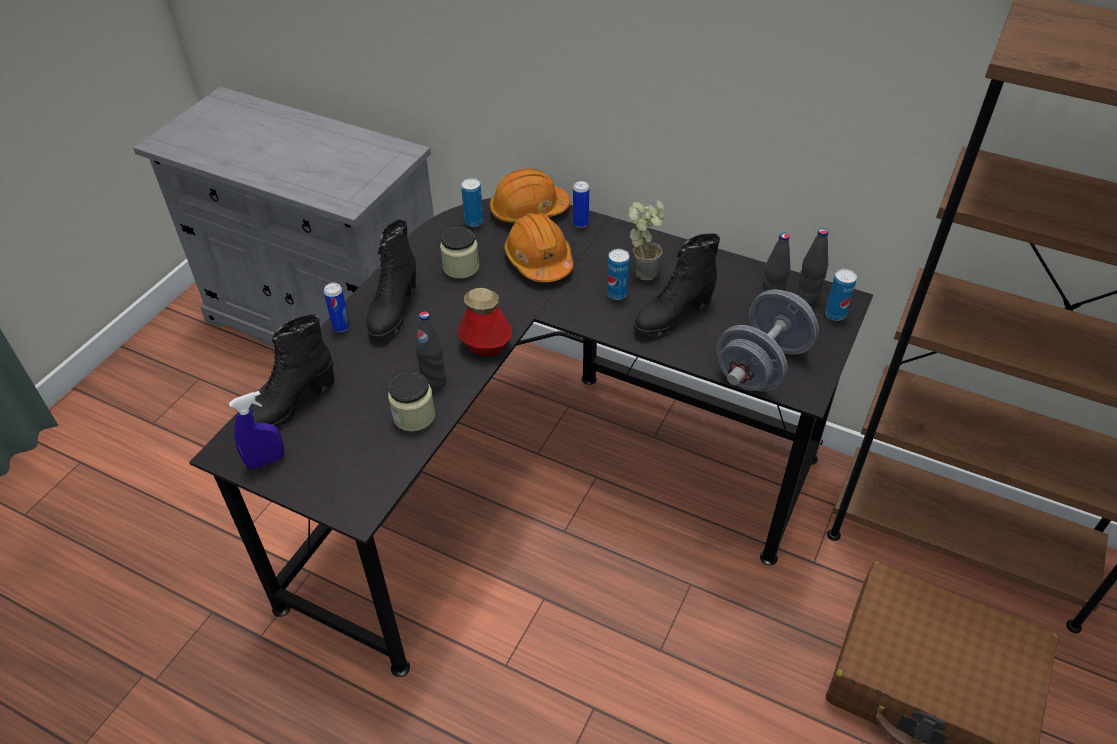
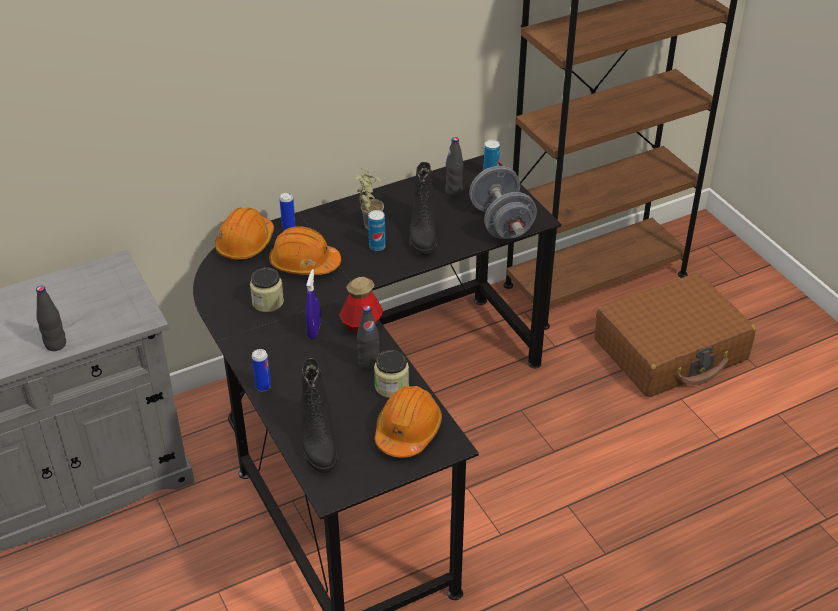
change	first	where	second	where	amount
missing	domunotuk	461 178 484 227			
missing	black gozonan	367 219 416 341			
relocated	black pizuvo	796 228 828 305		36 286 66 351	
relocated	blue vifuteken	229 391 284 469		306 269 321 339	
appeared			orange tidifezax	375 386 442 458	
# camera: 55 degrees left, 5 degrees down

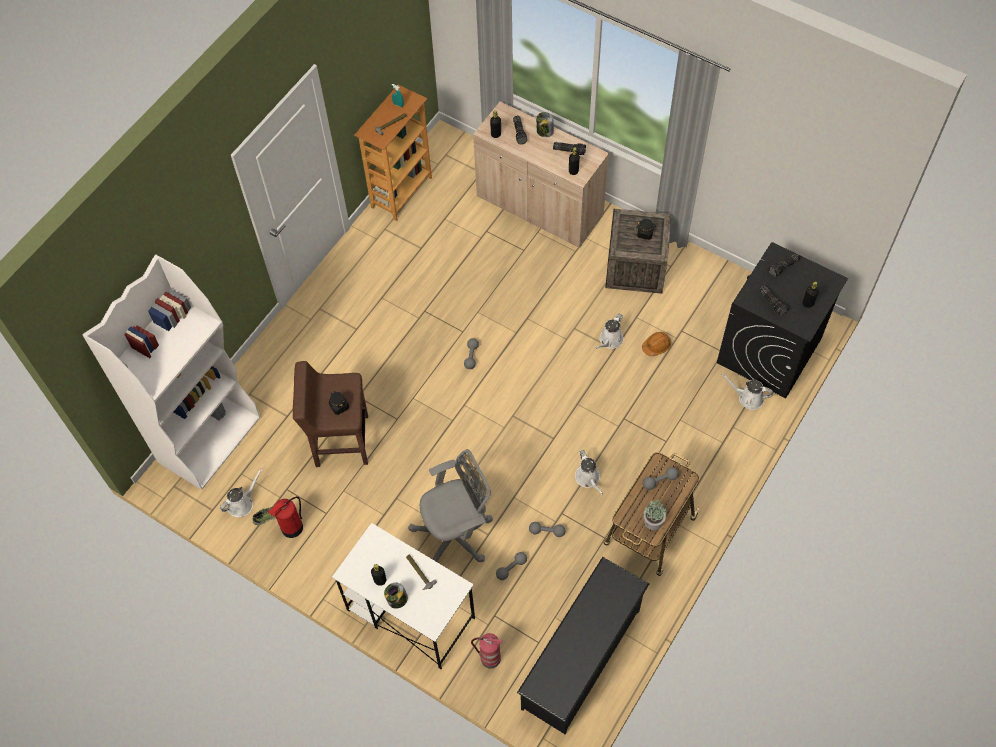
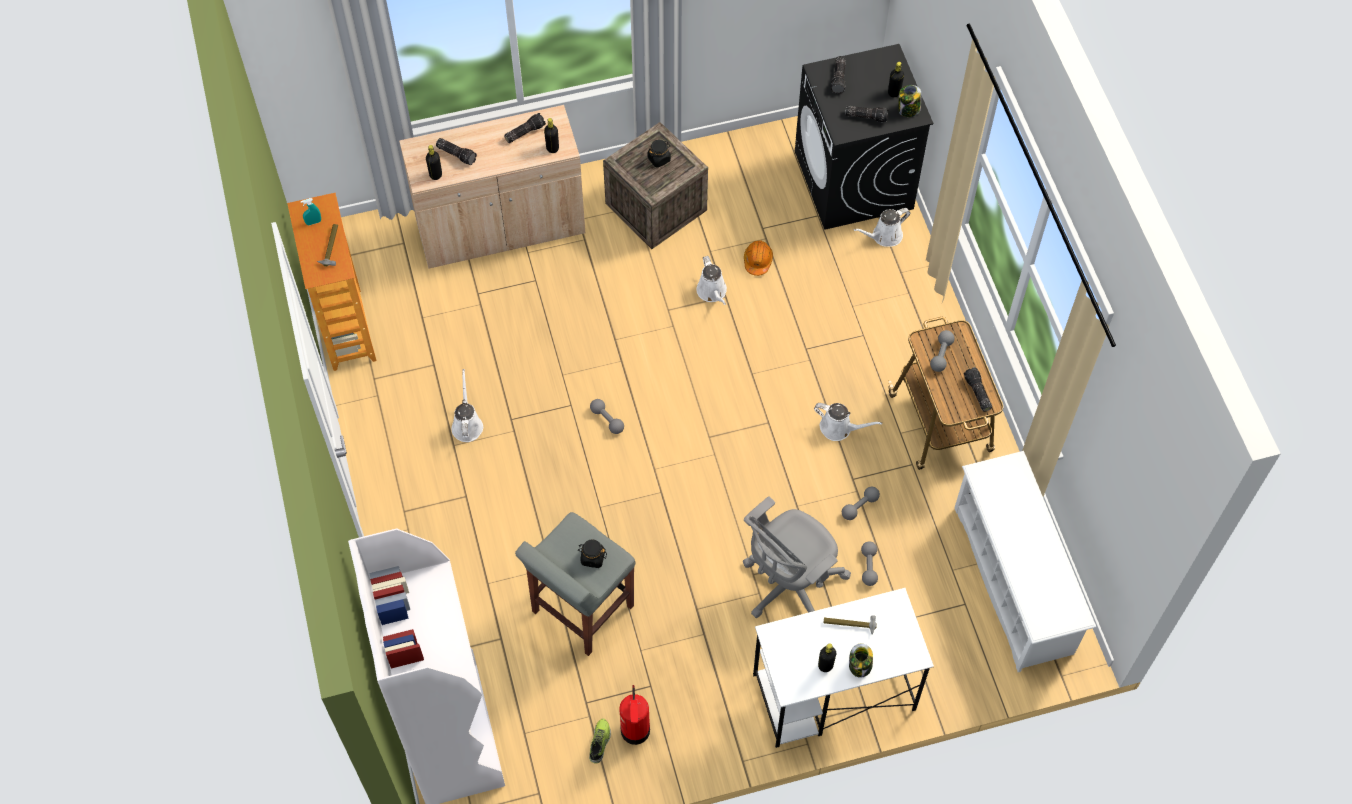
change	first	where	second	where	amount
relocated	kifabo	536 112 554 137		898 85 921 117	
colour	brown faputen	293 361 368 467	grey faputen	515 512 635 656	
spun	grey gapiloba	408 449 493 564		743 496 851 618	150 degrees counterclockwise
relocated	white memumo	220 468 262 517		452 369 483 442	
exchanged	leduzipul	644 499 667 530	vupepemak	964 367 992 412	
colour	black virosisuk	517 557 649 734	white virosisuk	955 451 1096 672	
missing	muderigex	471 633 503 669			
# camera: 50 degrees left, 0 degrees up

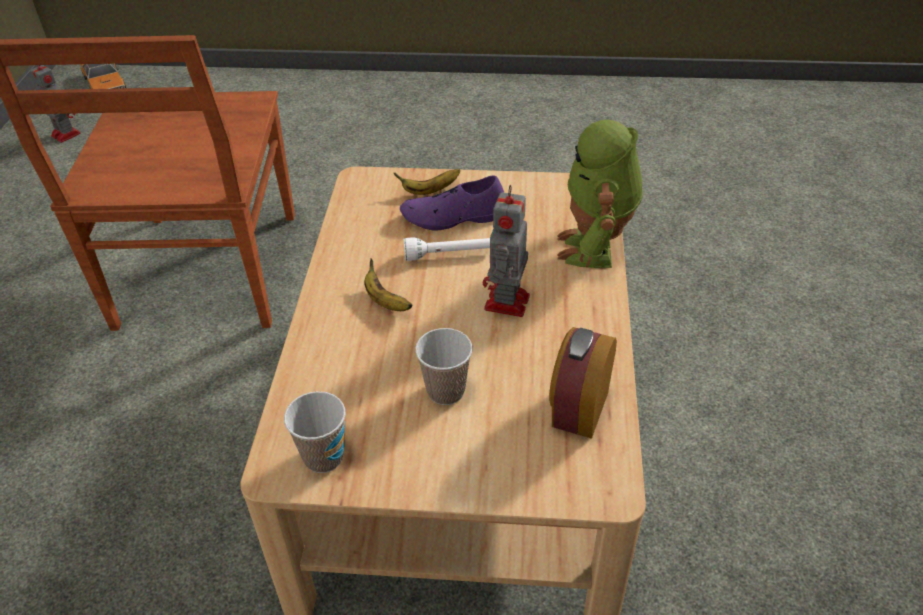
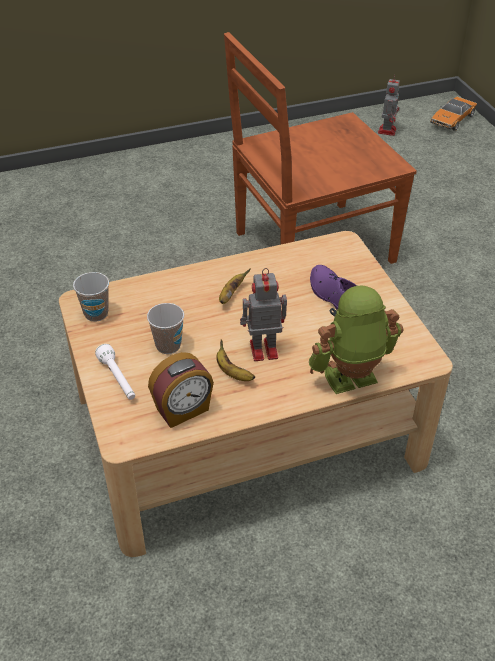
change	first	where	second	where	amount
relocated	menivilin	394 169 460 195		216 340 255 381	
relocated	white vupepemak	404 237 490 261		95 344 135 400	
spun	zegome	549 327 617 439		148 352 214 428	150 degrees clockwise
# camera: 65 degrees right, 0 degrees up

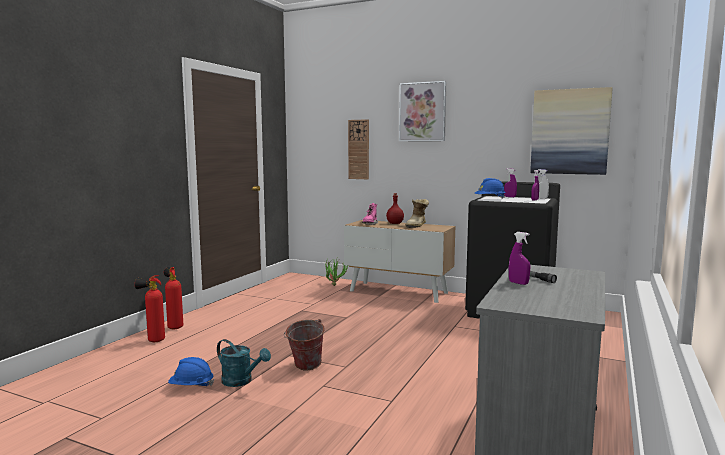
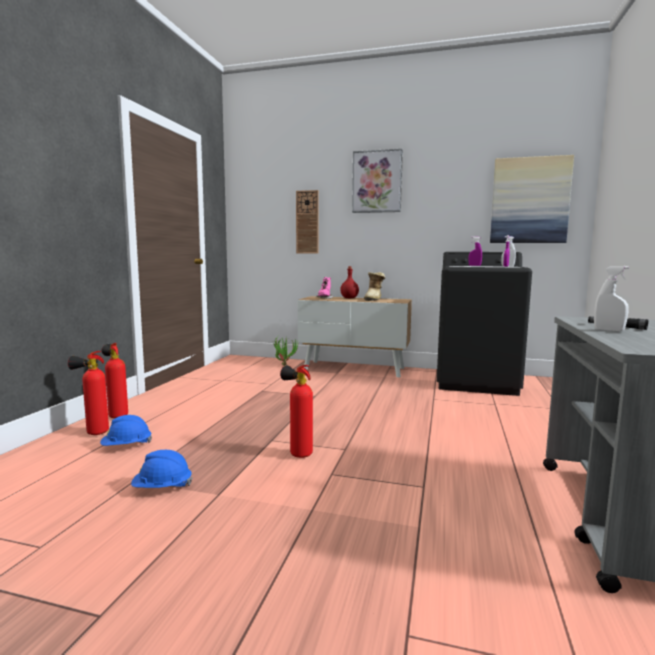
change	first	where	second	where	amount
relocated	blue tidifezax	475 178 506 199		100 415 152 446	
colour	purple vifuteken	509 232 530 285	white vifuteken	594 266 629 332	
exchanged	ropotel	284 319 325 370	muderigex	280 365 313 458	
missing	turquoise memumo	217 339 271 387			
# camera: 10 degrees left, 0 degrees up

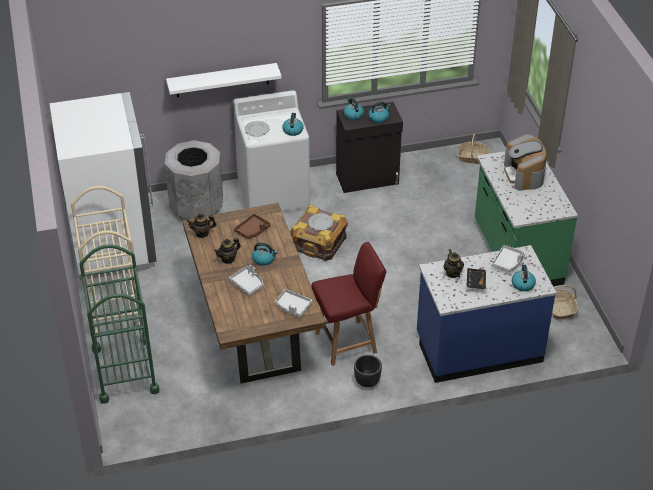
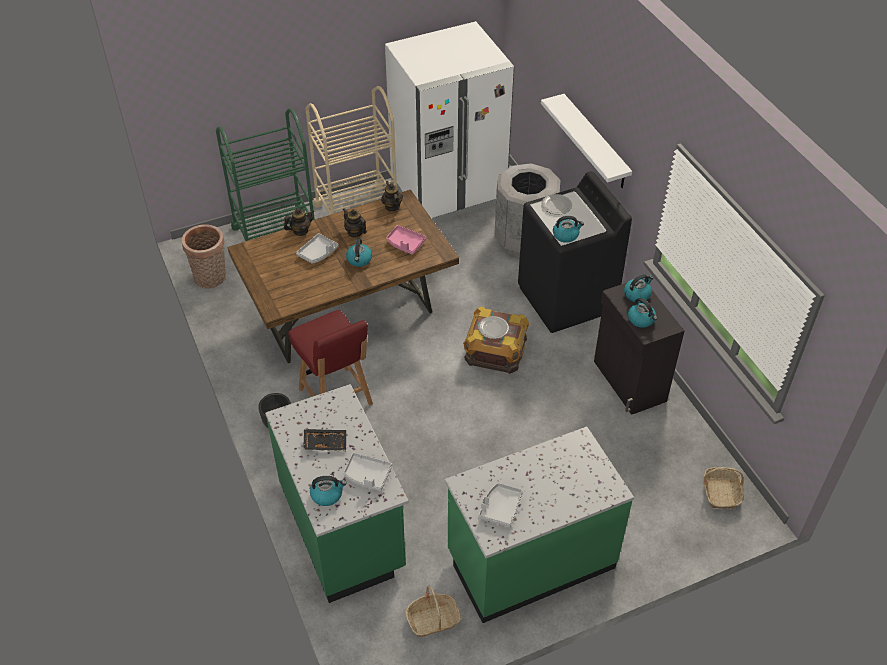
change	first	where	second	where	amount
colour	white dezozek	233 90 310 214	black dezozek	518 171 632 333	
missing	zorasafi	504 134 547 191			
colour	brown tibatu	234 214 271 239	pink tibatu	386 225 426 255	
colour	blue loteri	417 245 557 383	green loteri	265 384 409 603	
relocated	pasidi	444 249 464 278		284 208 314 236	
relocated	grey tibatu	275 289 312 317		478 483 523 527	
appeared			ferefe	182 224 226 289	
# camera: 80 degrees right, 5 degrees up

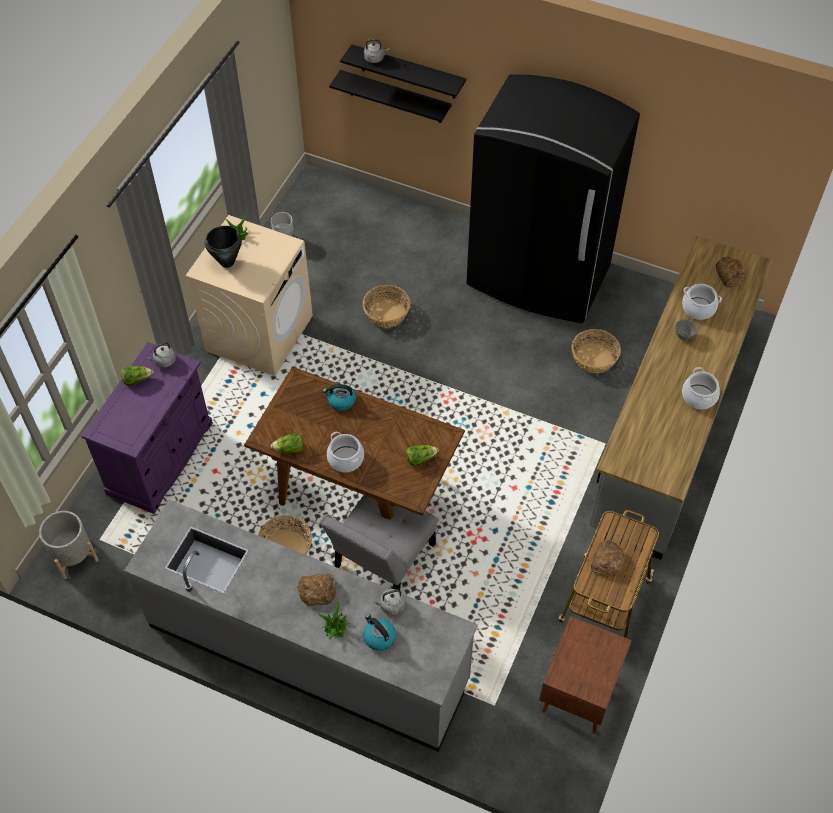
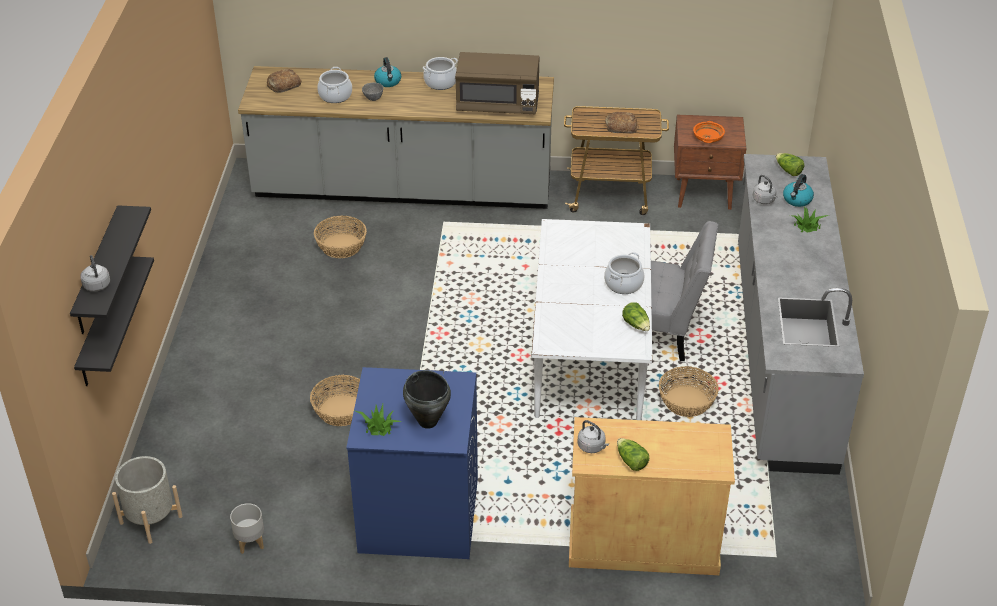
change	first	where	second	where	amount
missing	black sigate	466 74 640 323			
colour	beige dezozek	185 215 313 376	blue dezozek	346 367 478 559	
colour	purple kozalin	81 342 213 514	beige kozalin	569 417 735 575	
colour	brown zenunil	244 367 465 520	white zenunil	532 219 652 420	
relocated	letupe	323 384 356 411		374 57 401 87	
relocated	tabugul	406 445 439 466		775 153 804 176	
relocated	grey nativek	39 511 99 579		112 456 183 544	
missing	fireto	297 574 337 606			
appeared			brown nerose	455 52 539 114	
appeared			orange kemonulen	693 121 725 143	
# camera: 110 degrees left, 15 degrees down

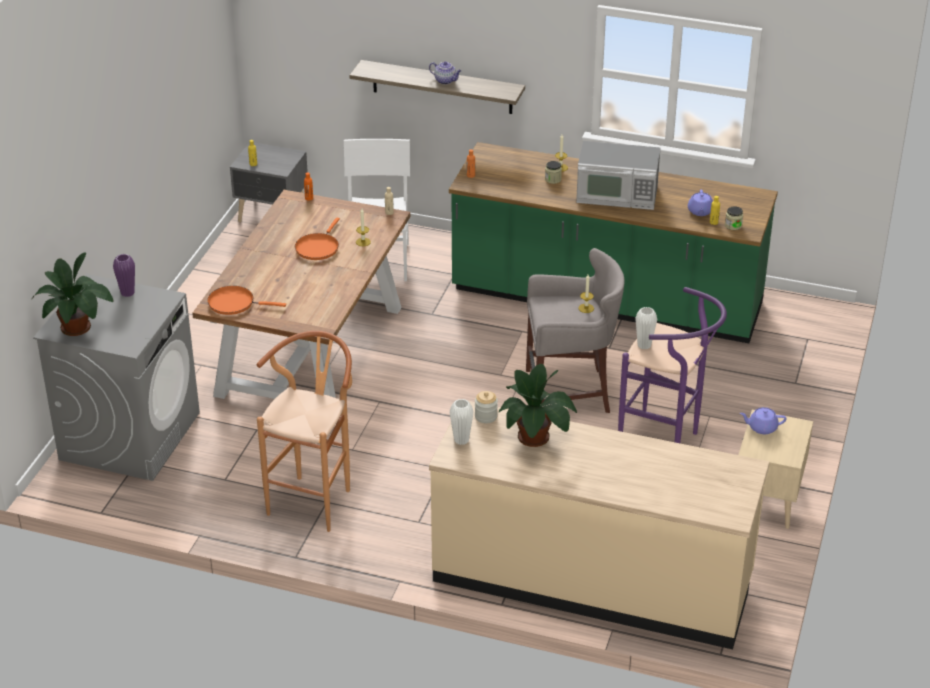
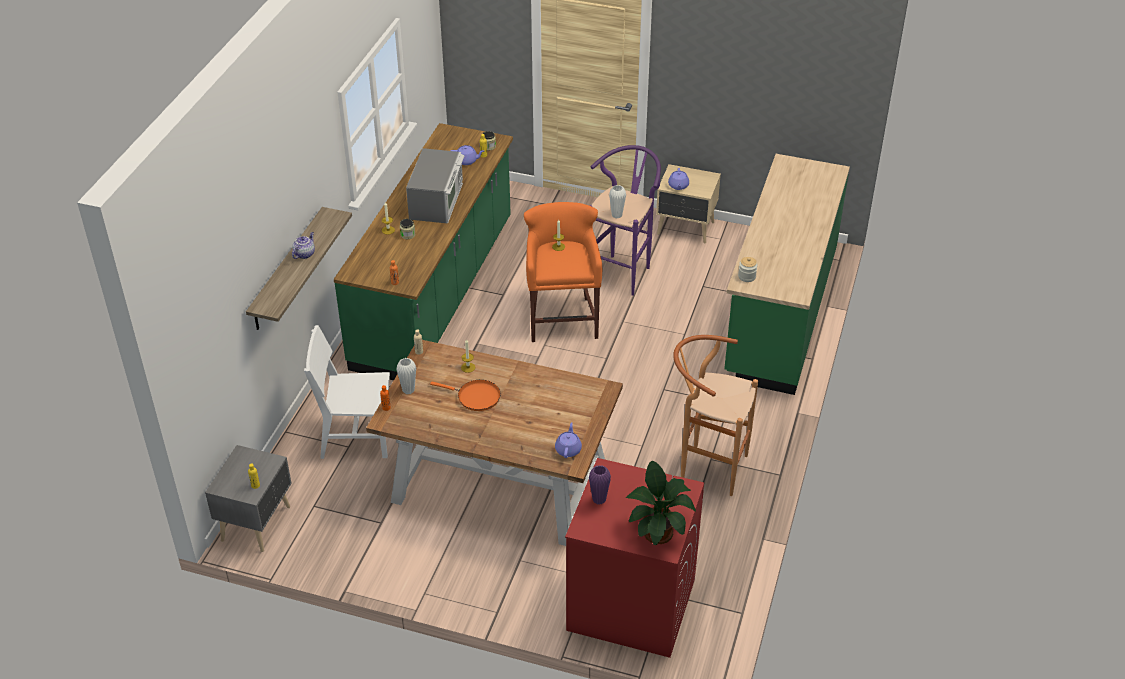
change	first	where	second	where	amount
colour	grey faputen	526 248 624 413	orange faputen	524 202 602 342	
colour	grey dezozek	33 274 200 481	red dezozek	565 458 704 658	
exchanged	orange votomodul	207 286 286 315	purple pasidi	555 422 582 458	
missing	leduzipul	499 364 577 447			
relocated	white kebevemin	449 399 474 445		396 358 416 395	
colour	beige loteri	429 401 770 650	green loteri	724 154 850 395	
# camera: 90 degrees left, 5 degrees up

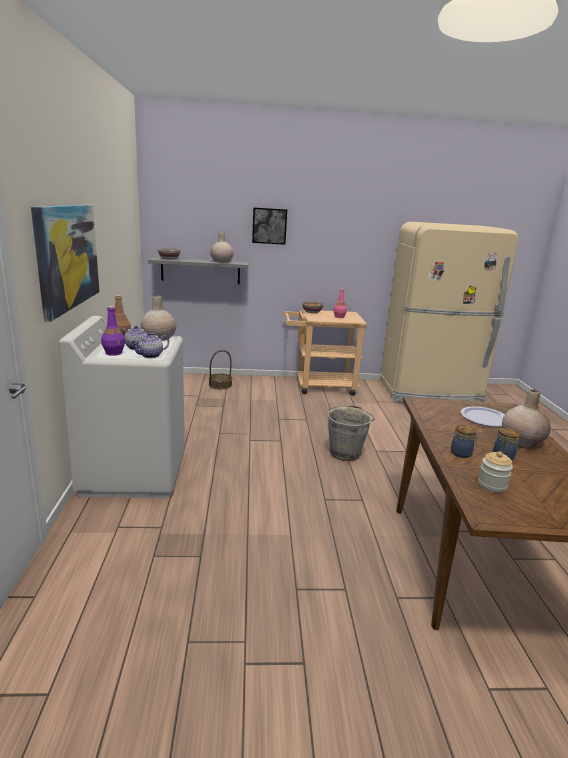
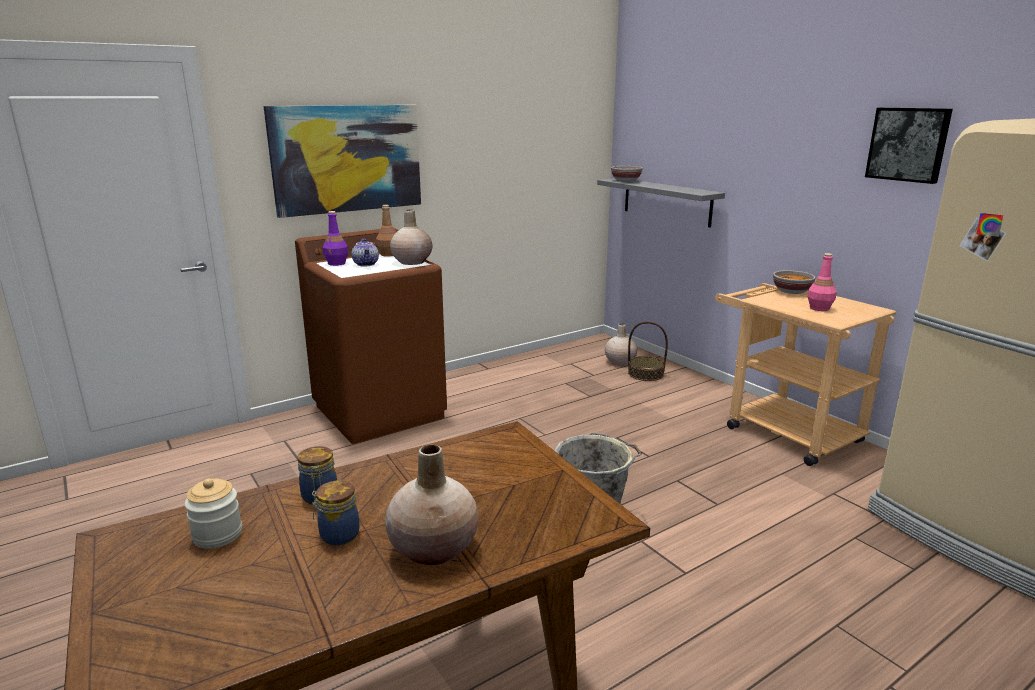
change	first	where	second	where	amount
relocated	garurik	252 207 287 245		865 108 953 184	
relocated	beige kebevemin	210 232 234 263		605 323 637 365	
colour	white dezozek	59 316 185 498	brown dezozek	295 228 447 444	
missing	pasidi	130 333 169 358			
missing	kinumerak	461 406 505 427			
# camera: 60 degrees right, 0 degrees up

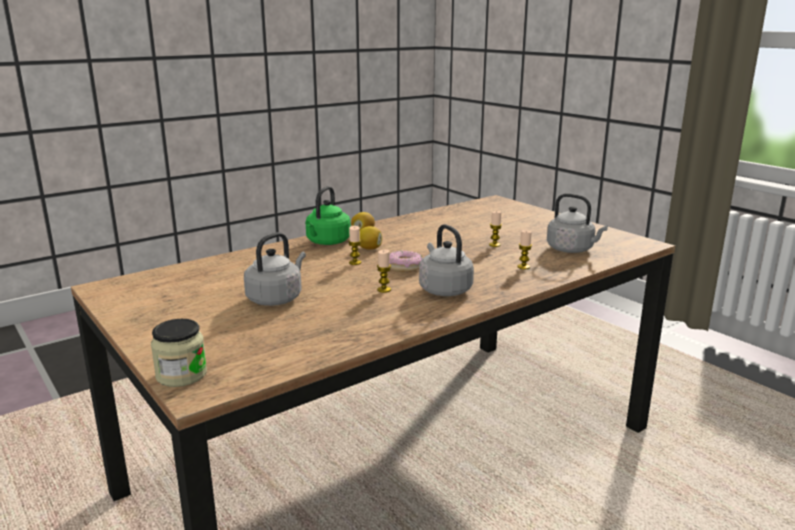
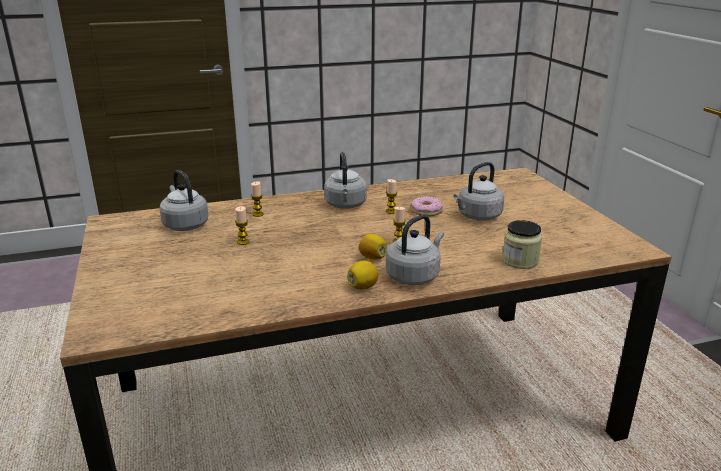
change	first	where	second	where	amount
colour	green letupe	305 186 351 245	grey letupe	386 215 444 285	
relocated	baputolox	390 250 423 272		411 196 443 217	
relocated	kifabo	151 319 207 387		502 220 542 269	
# camera: 160 degrees left, 5 degrees up

